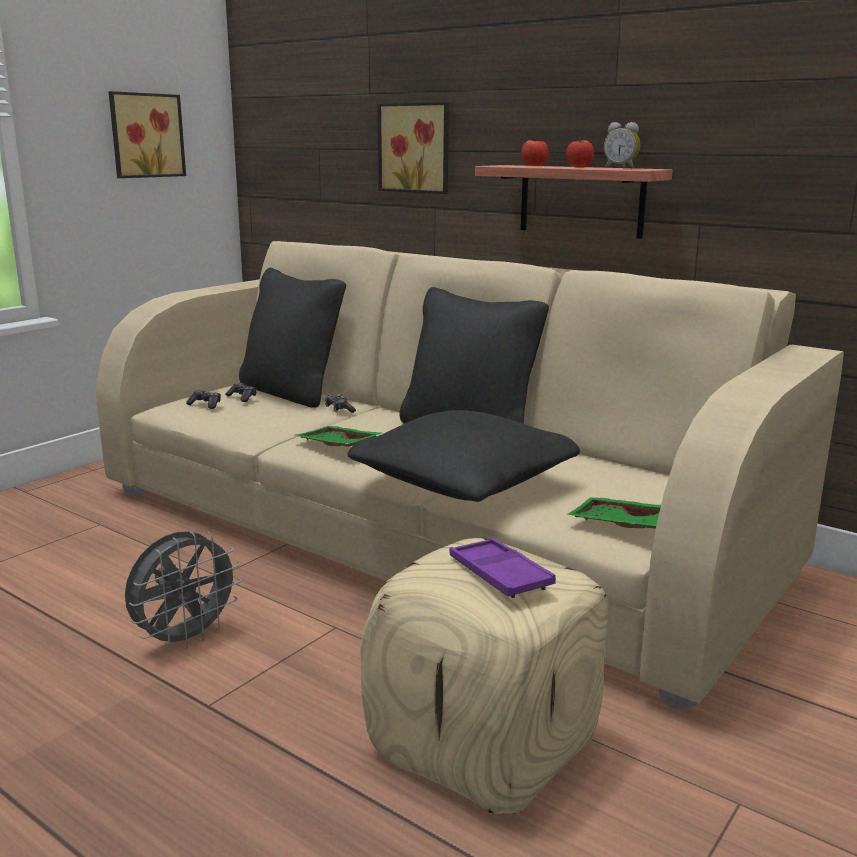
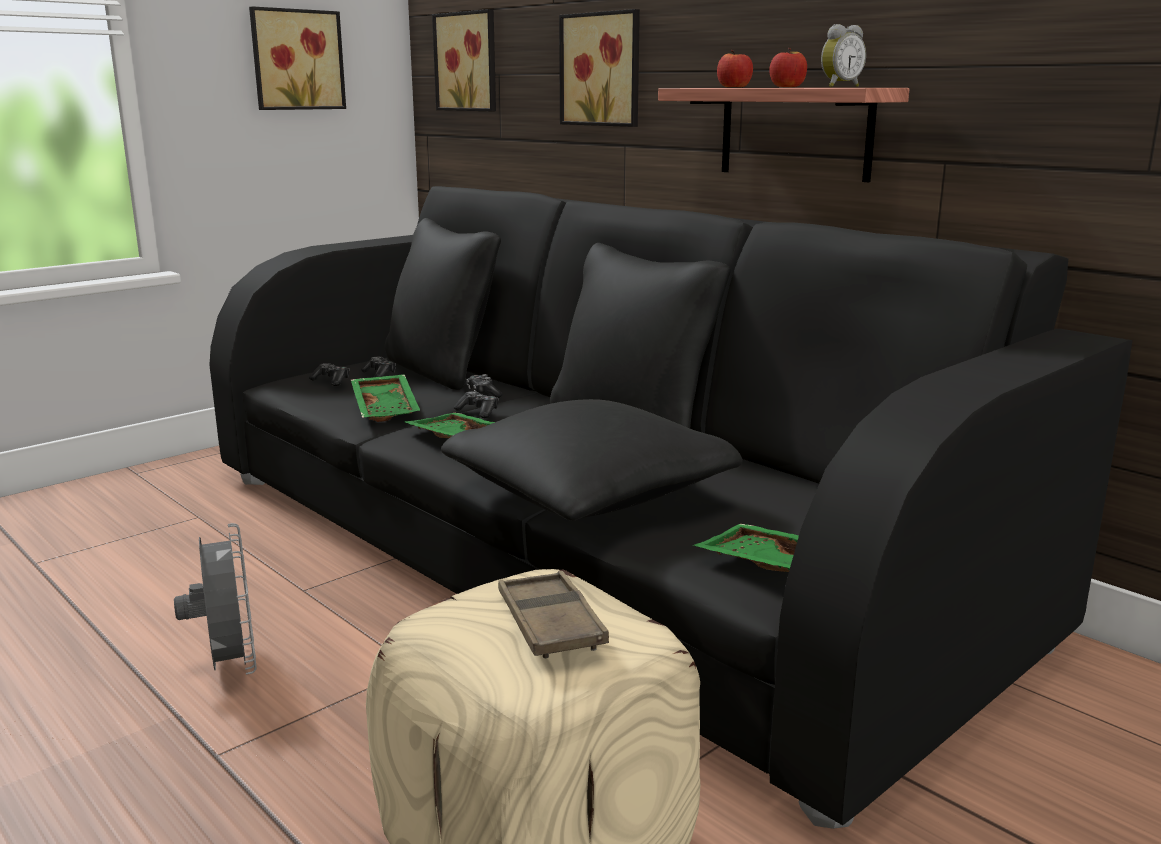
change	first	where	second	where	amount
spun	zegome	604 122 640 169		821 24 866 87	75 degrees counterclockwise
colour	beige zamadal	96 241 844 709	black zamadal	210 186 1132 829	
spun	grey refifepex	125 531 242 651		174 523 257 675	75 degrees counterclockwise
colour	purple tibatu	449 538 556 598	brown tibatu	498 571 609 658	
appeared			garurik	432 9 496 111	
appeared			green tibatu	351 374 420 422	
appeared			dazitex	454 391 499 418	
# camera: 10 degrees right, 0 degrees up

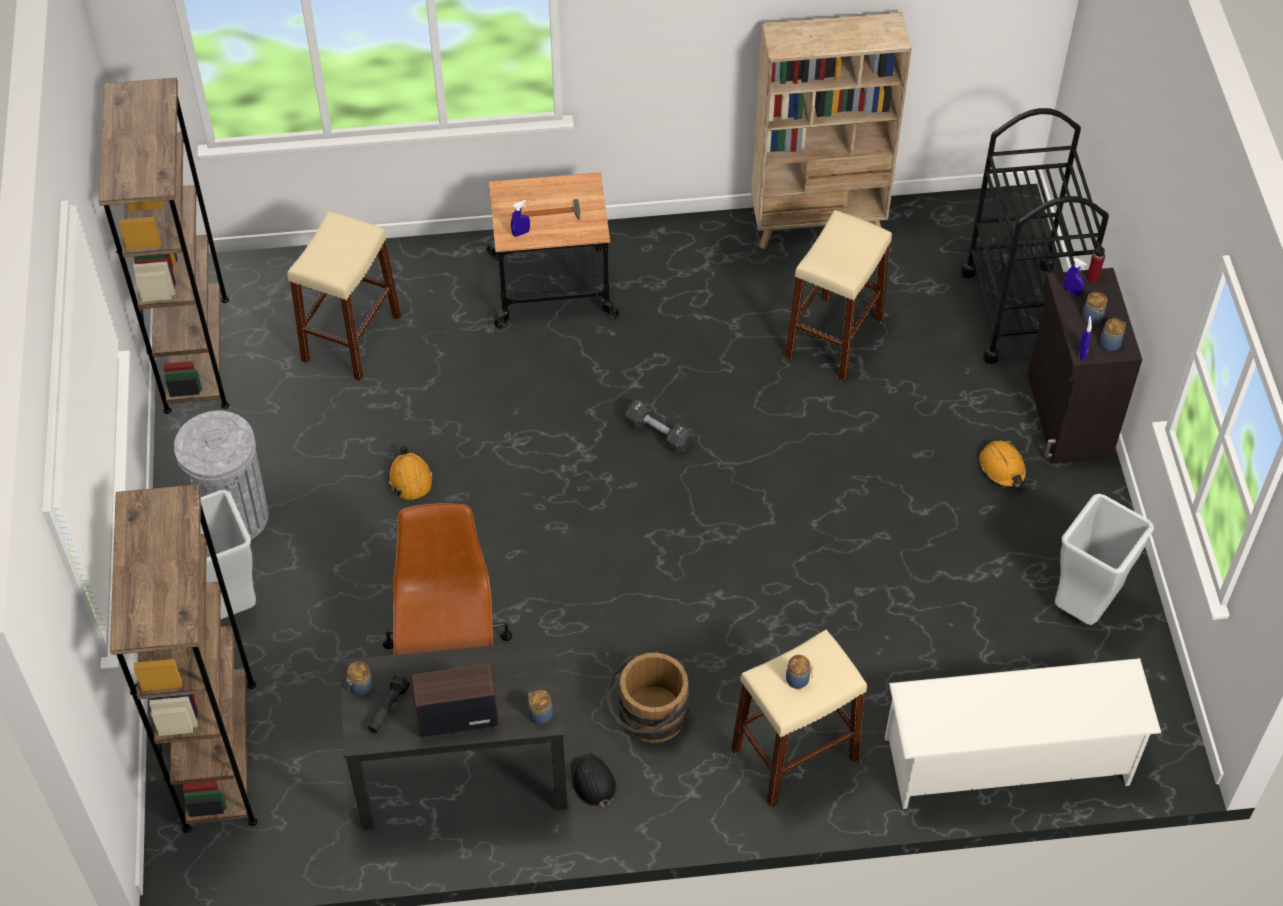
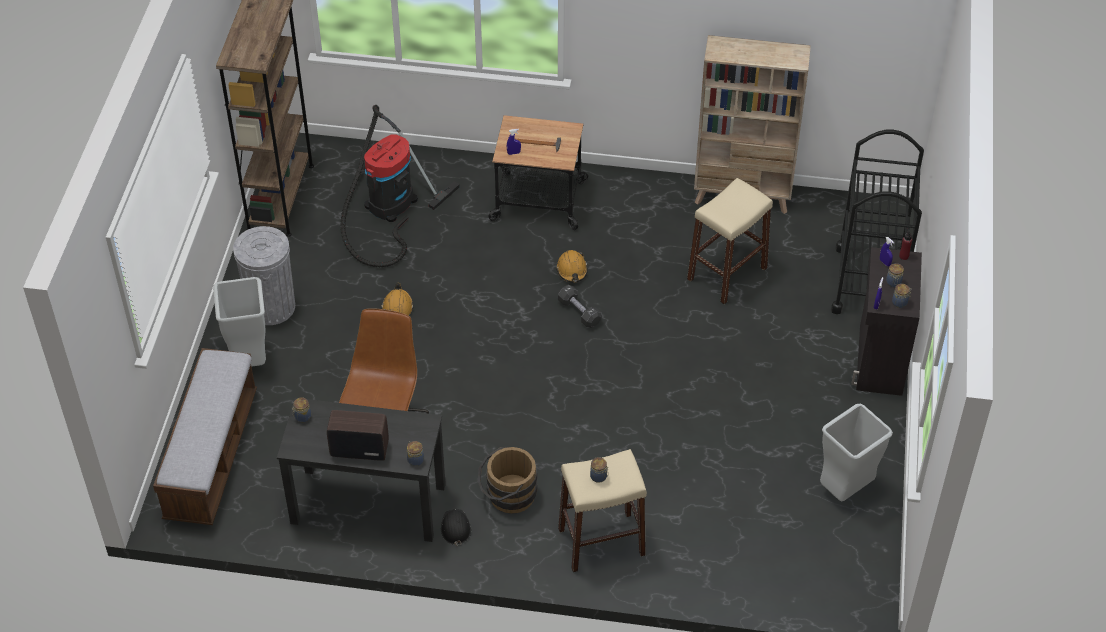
change	first	where	second	where	amount
exchanged	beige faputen	287 211 401 381	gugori	340 105 460 267	
relocated	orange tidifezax	979 440 1027 488		556 250 588 282	
exchanged	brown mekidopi	110 484 257 833	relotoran	153 348 257 525	
missing	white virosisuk	885 658 1161 809			
missing	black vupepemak	368 675 410 733			
# camera: 15 degrees right, 5 degrees down

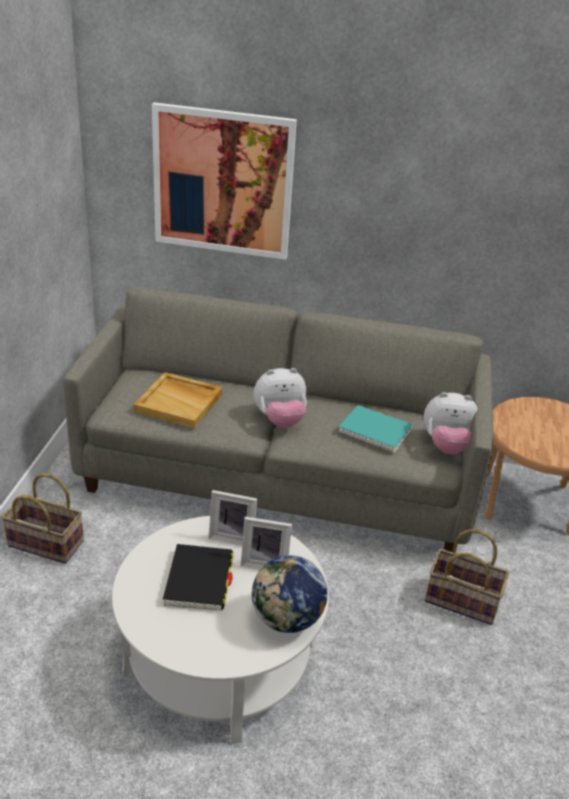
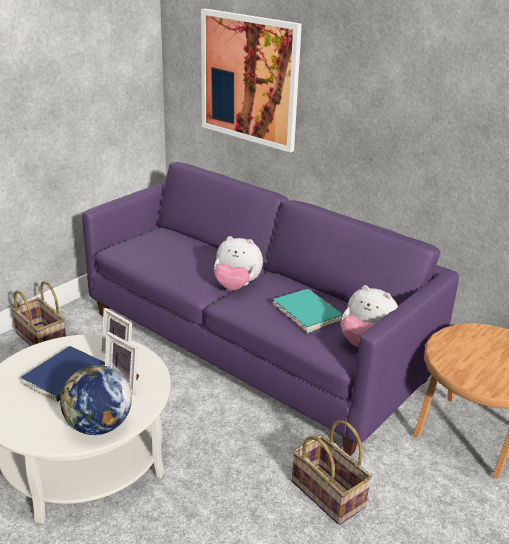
change	first	where	second	where	amount
colour	grey zamadal	63 288 493 552	purple zamadal	82 162 459 456	
missing	beige tibatu	134 372 223 429			
colour	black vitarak	163 544 234 611	blue vitarak	20 346 105 402	
# camera: 30 degrees right, 5 degrees down

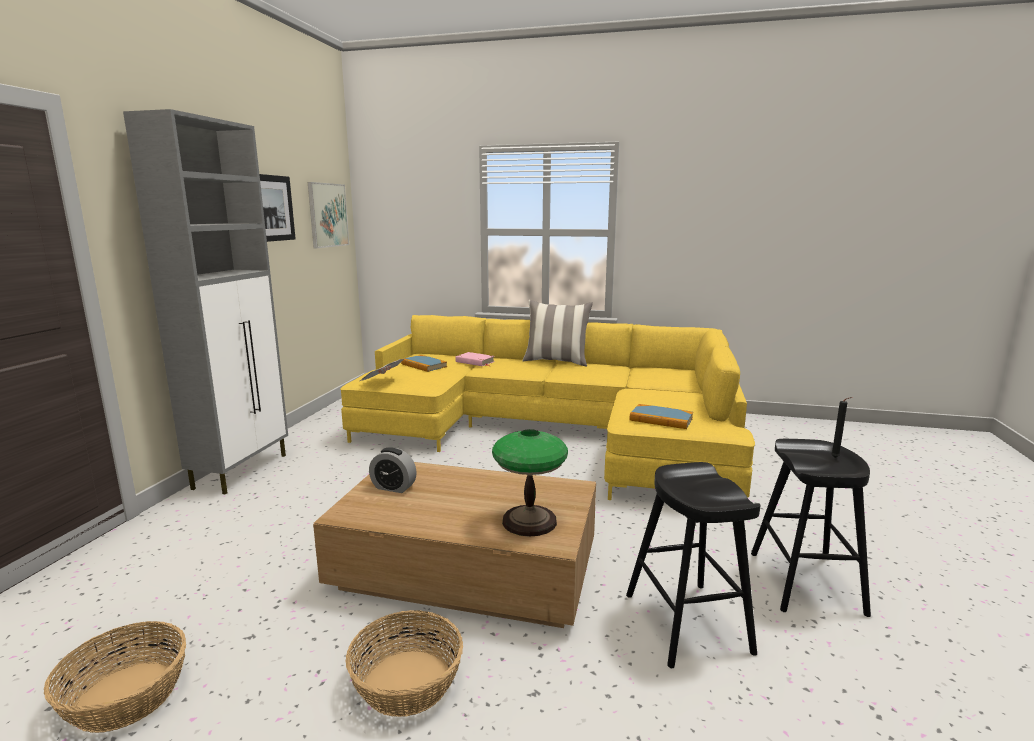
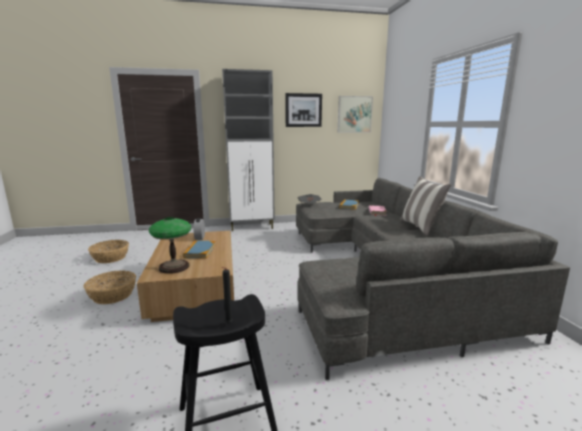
change	first	where	second	where	amount
colour	yellow zamadal	340 315 755 500	grey zamadal	296 178 570 380	
relocated	vitarak	630 404 693 429		183 240 216 258	
missing	black faputen	626 462 760 668			
# camera: 65 degrees right, 0 degrees up

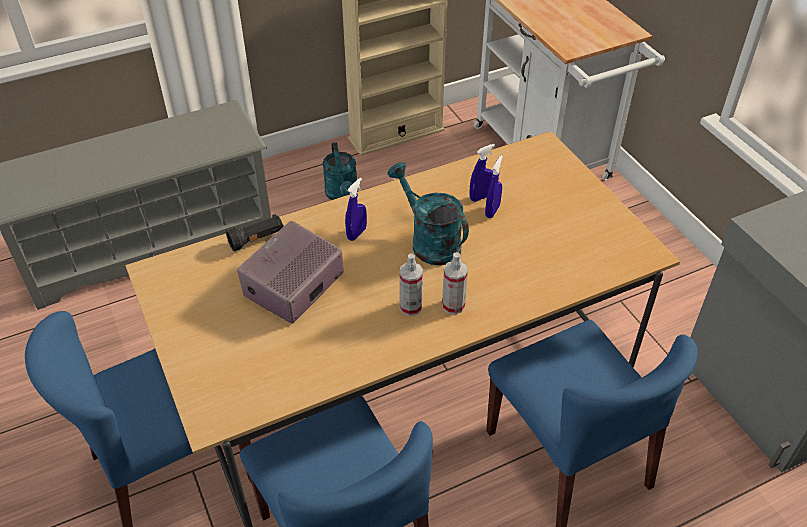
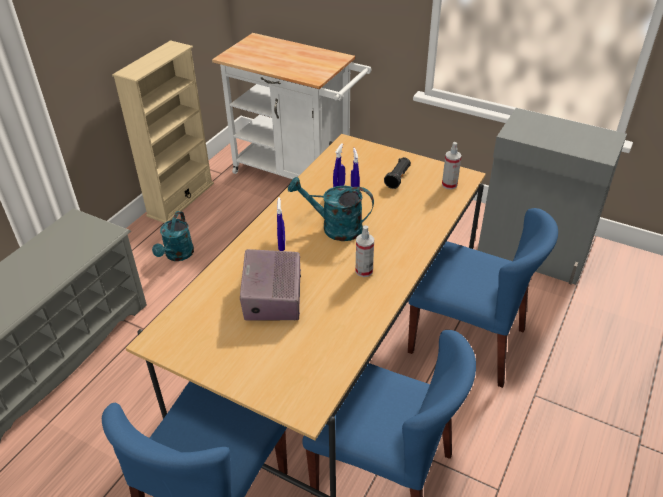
change	first	where	second	where	amount
spun	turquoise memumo	322 142 358 200		152 211 194 261	60 degrees clockwise
relocated	black vupepemak	226 214 284 251		384 157 411 189	
relocated	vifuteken	442 252 468 315		442 142 462 190	
# camera: 35 degrees left, 5 degrees down

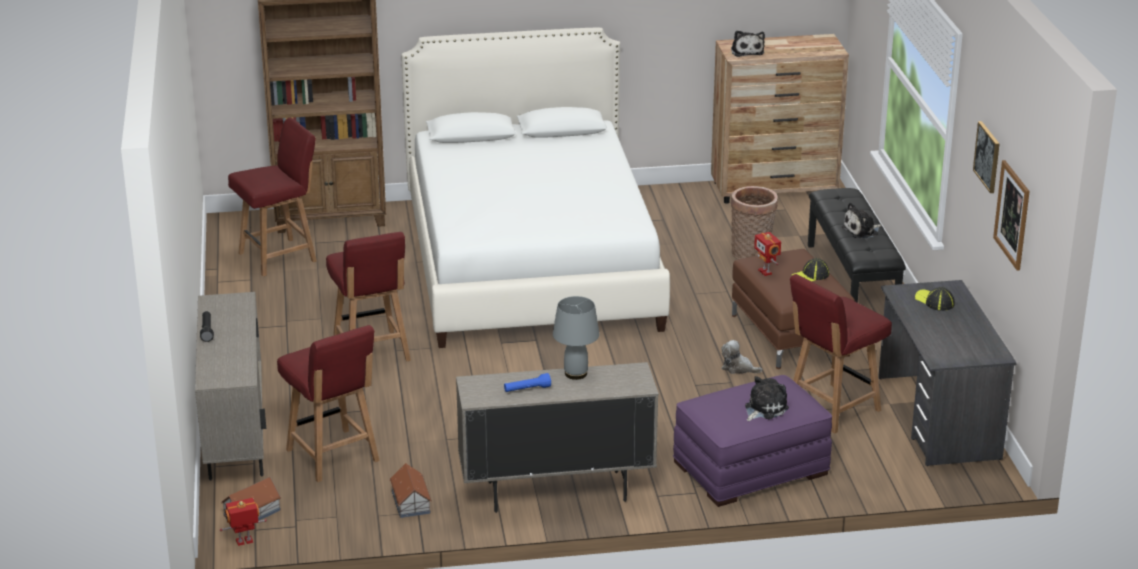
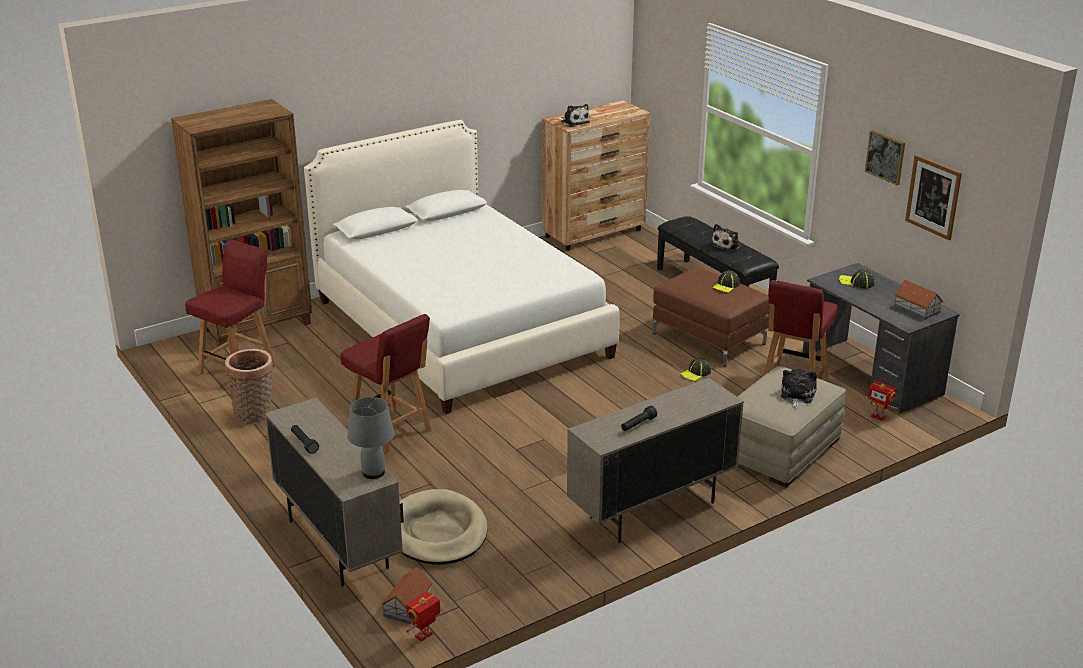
change	first	where	second	where	amount
relocated	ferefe	731 186 778 259		225 349 273 424	
relocated	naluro	754 232 781 276		864 381 898 421	
relocated	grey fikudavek	553 296 600 380		347 397 394 479	
exchanged	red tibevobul	277 325 380 482	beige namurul	399 489 488 565	
exchanged	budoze	721 340 762 374	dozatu	681 358 711 381	
colour	blue vupepemak	504 373 551 392	black vupepemak	621 406 657 431	
colour	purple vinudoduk	673 375 832 507	beige vinudoduk	738 366 846 488	
relocated	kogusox	389 463 432 518		894 280 944 320	
# camera: 25 degrees left, 0 degrees up

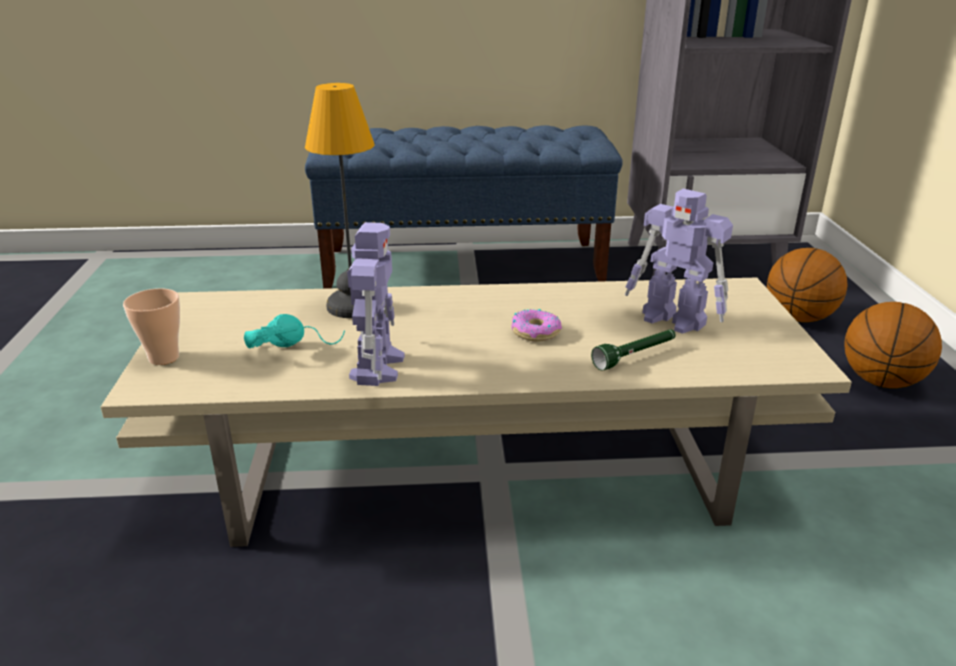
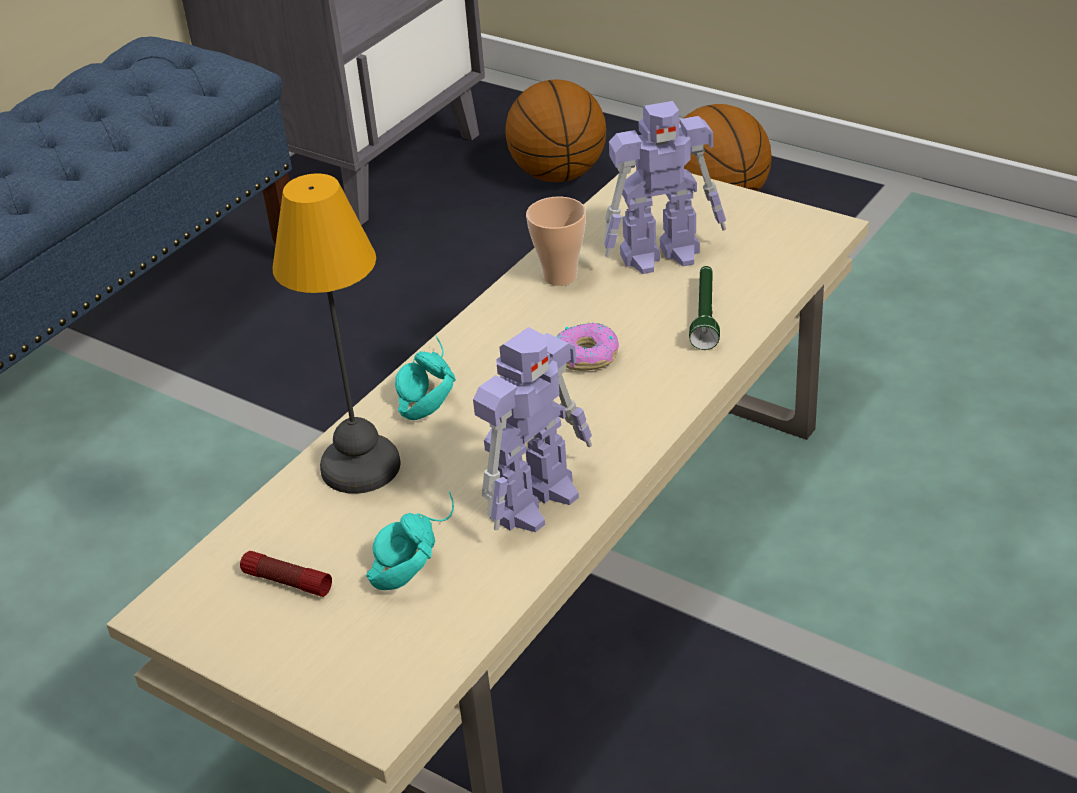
change	first	where	second	where	amount
spun	naluro	347 222 405 386		473 327 592 532	90 degrees clockwise
relocated	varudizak	123 288 180 365		526 197 586 286	
appeared			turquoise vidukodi	395 335 456 420	
appeared			vupepemak	240 551 332 597	
# camera: 50 degrees left, 10 degrees up

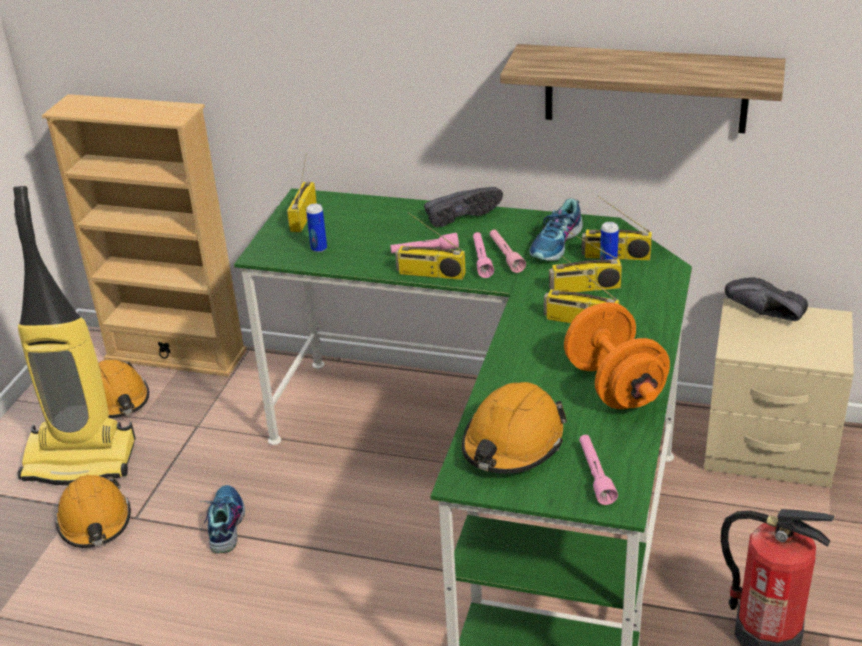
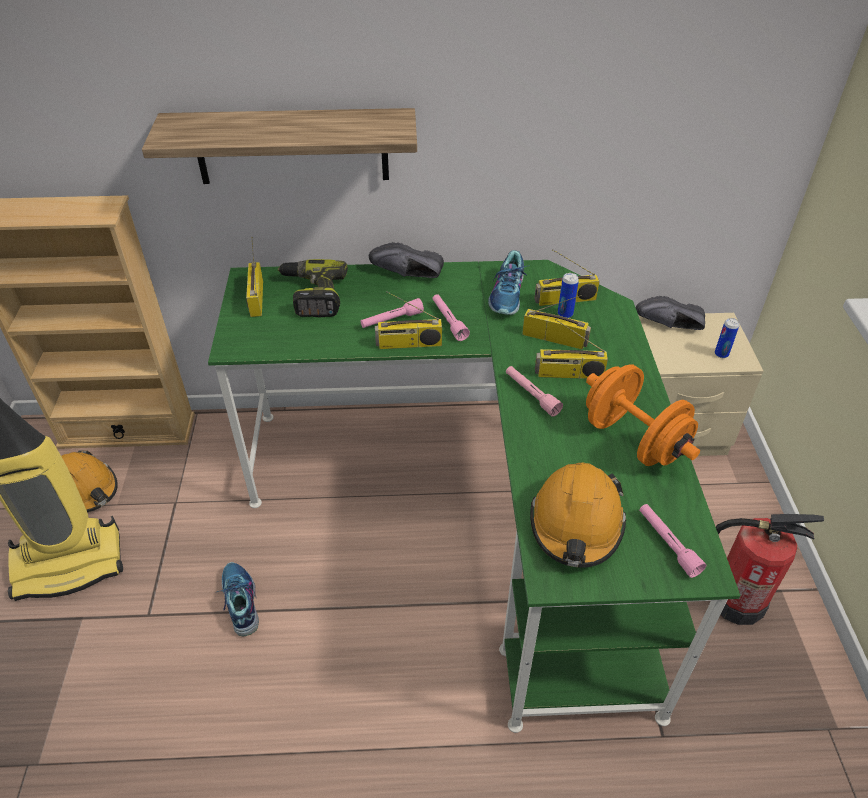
change	first	where	second	where	amount
relocated	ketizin	500 44 786 133		142 108 417 184	
spun	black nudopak	424 187 503 228		369 242 444 278	135 degrees counterclockwise
relocated	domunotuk	306 204 327 252		715 318 739 358	
relocated	pink vupepemak	490 229 526 273		506 366 563 417	
spun	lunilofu	549 229 622 292		522 295 591 349	135 degrees counterclockwise
missing	orange tidifezax	55 475 131 548			
appeared			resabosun	278 259 348 317	
# camera: 20 degrees left, 10 degrees up

